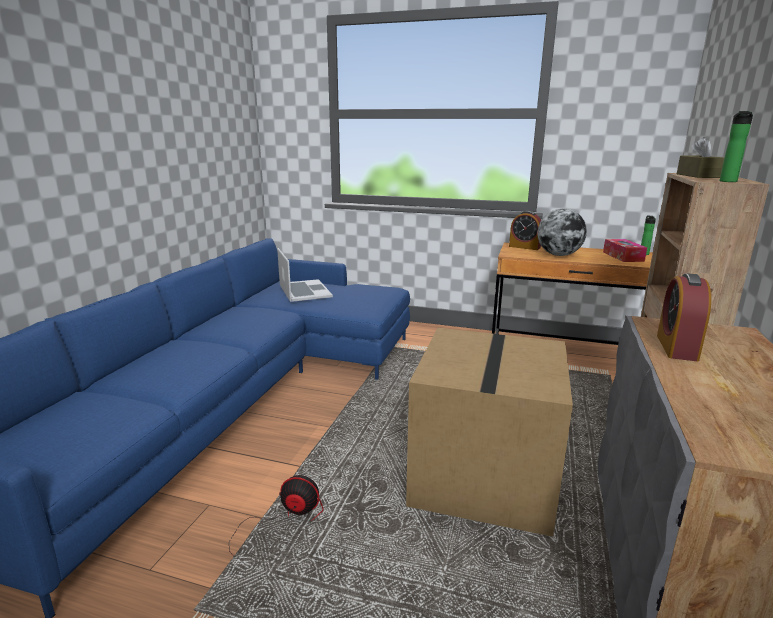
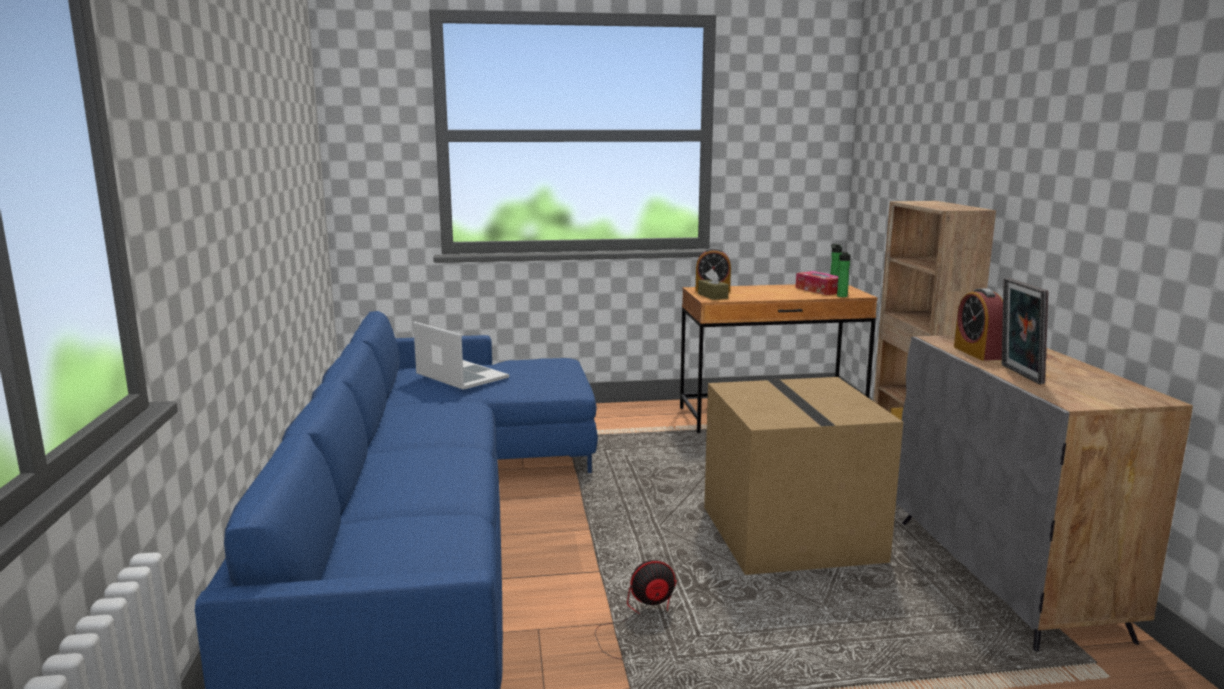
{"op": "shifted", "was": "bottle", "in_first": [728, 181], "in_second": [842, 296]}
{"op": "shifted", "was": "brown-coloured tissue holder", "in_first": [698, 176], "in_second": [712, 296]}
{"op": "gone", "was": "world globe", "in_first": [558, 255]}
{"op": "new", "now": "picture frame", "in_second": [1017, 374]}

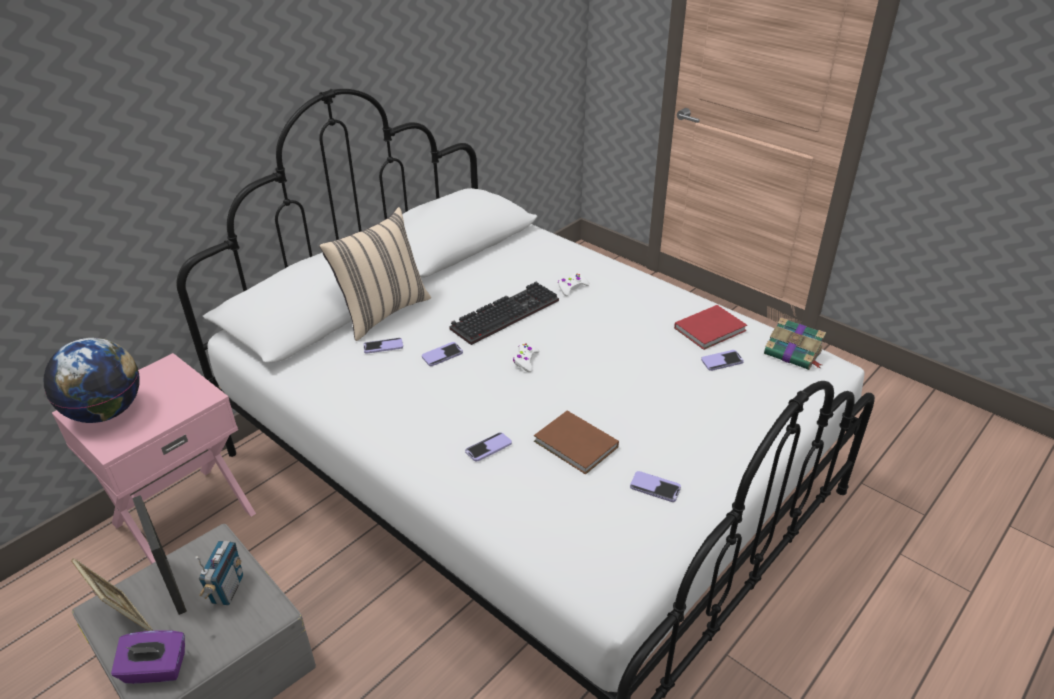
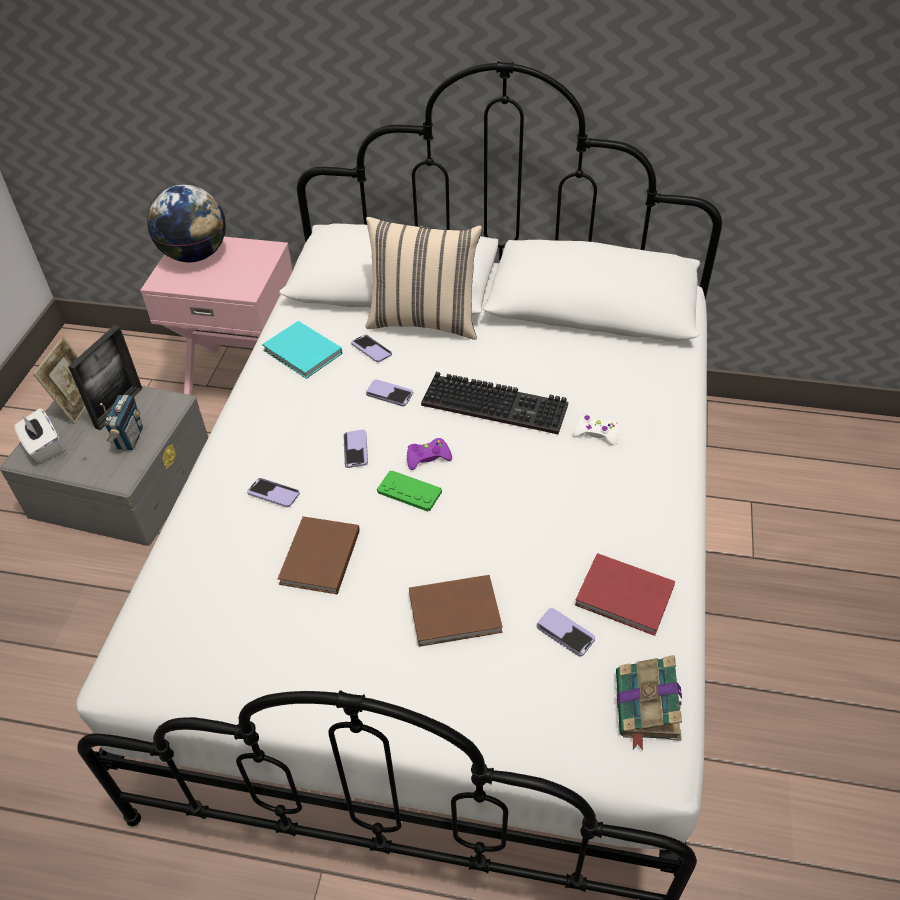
{"op": "repainted", "was": "white gamepad", "now": "purple-coloured gamepad", "in_first": [525, 360], "in_second": [428, 457]}
{"op": "shifted", "was": "telephone", "in_first": [655, 487], "in_second": [355, 450]}
{"op": "rotated", "was": "radio set", "in_first": [227, 590], "in_second": [130, 439], "clockwise": -60}
{"op": "repainted", "was": "purple-coloured tissue holder", "now": "white tissue holder", "in_first": [155, 669], "in_second": [43, 447]}
{"op": "new", "now": "turquoise-coloured volume", "in_second": [303, 353]}
{"op": "new", "now": "green gamepad", "in_second": [409, 492]}
{"op": "new", "now": "brown-coloured volume", "in_second": [457, 613]}

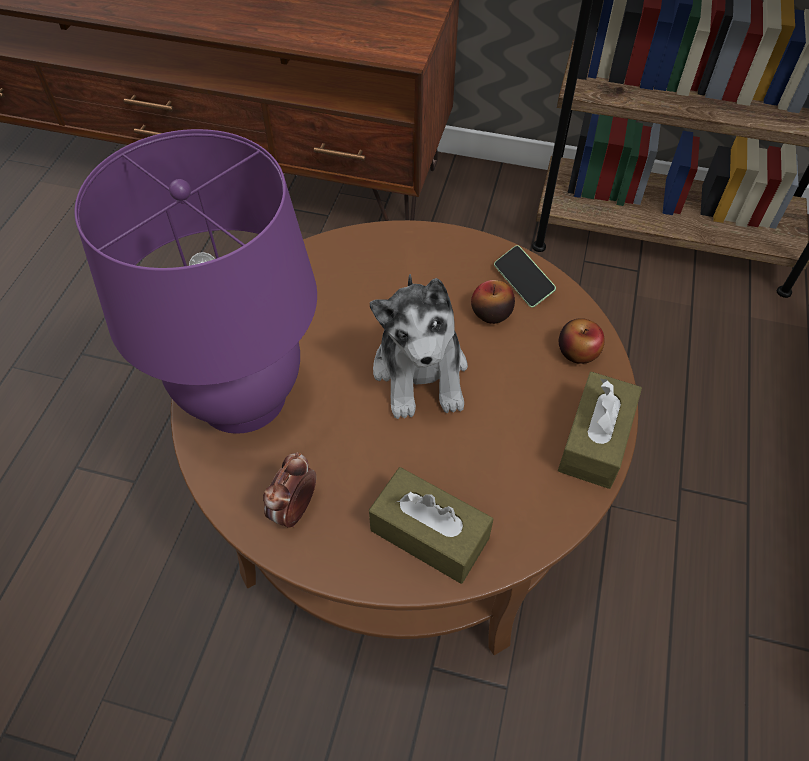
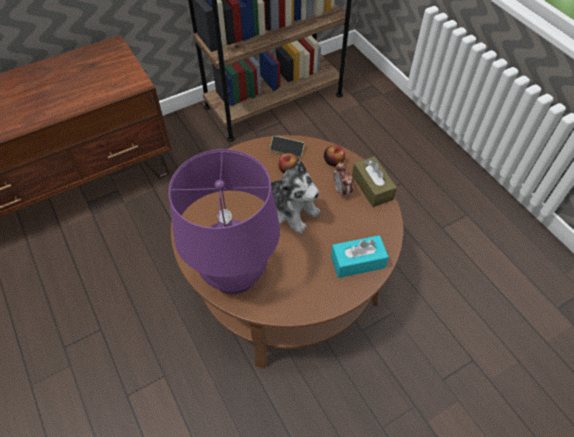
{"op": "shifted", "was": "table clock", "in_first": [294, 510], "in_second": [341, 191]}
{"op": "repainted", "was": "brown-coloured tissue holder", "now": "turquoise-coloured tissue holder", "in_first": [429, 534], "in_second": [357, 262]}

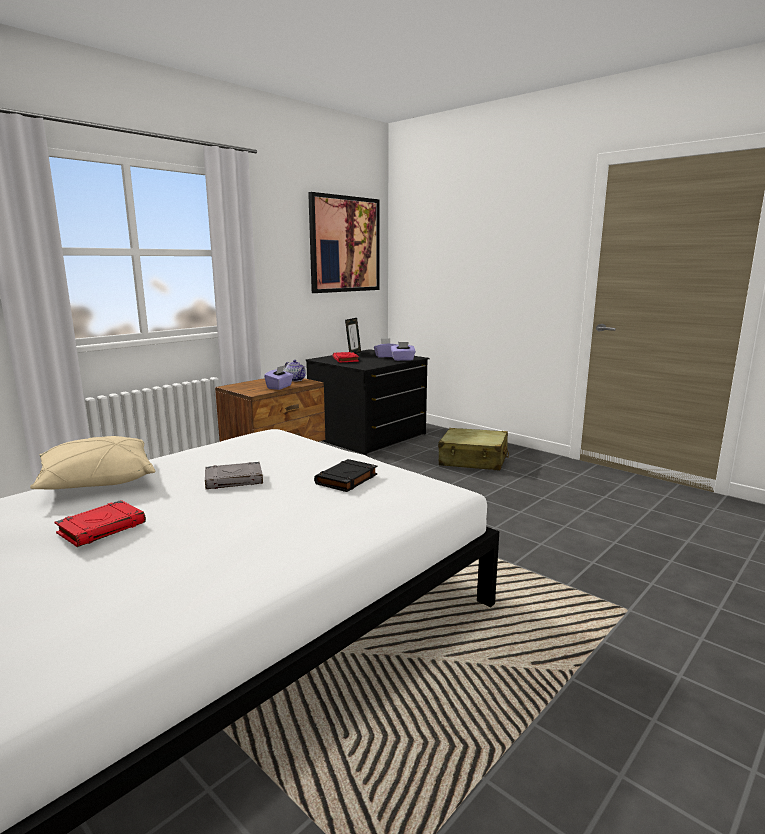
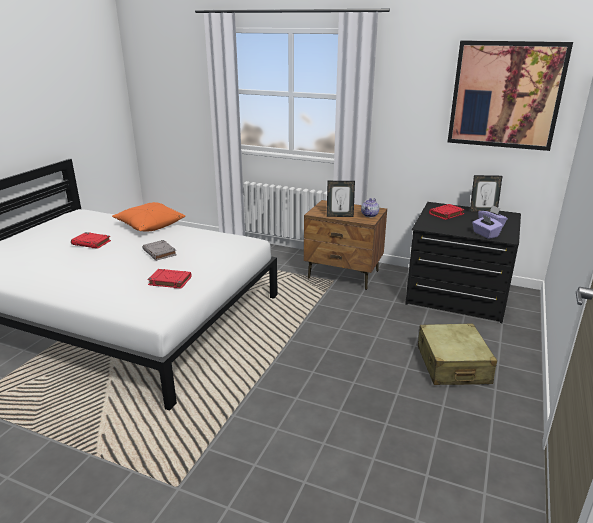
{"op": "swapped", "was": "purple-coloured tissue holder", "now": "picture frame", "in_first": [279, 387], "in_second": [339, 216]}
{"op": "repainted", "was": "beige throw pillow", "now": "orangey throw pillow", "in_first": [97, 481], "in_second": [149, 226]}
{"op": "repainted", "was": "black volume", "now": "reddish volume", "in_first": [346, 479], "in_second": [169, 281]}

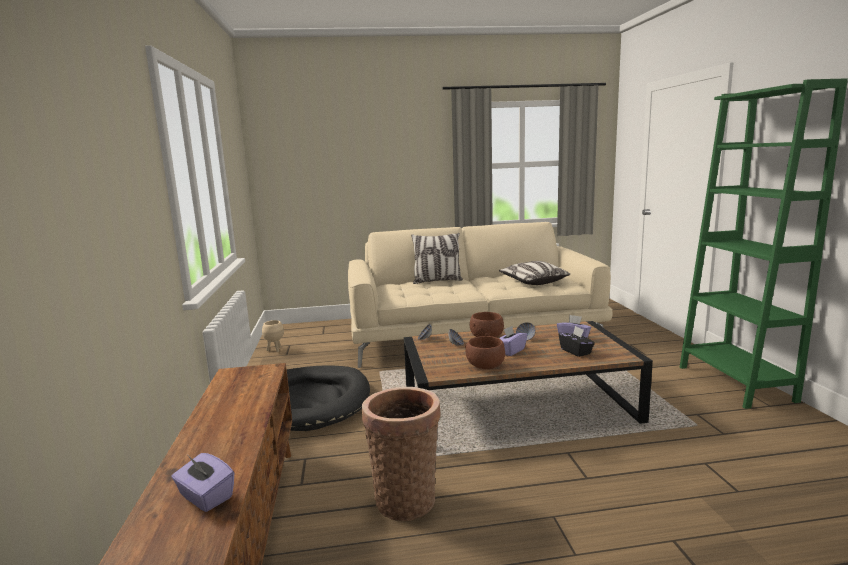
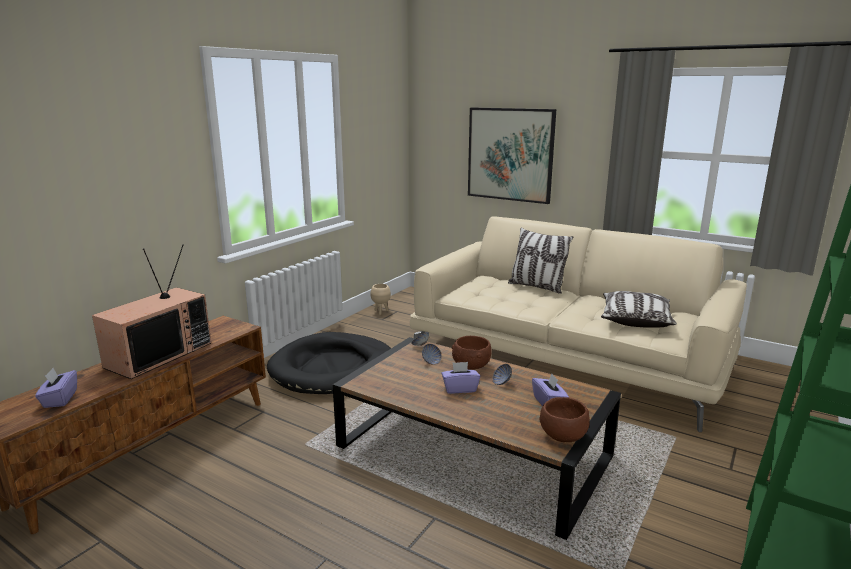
{"op": "gone", "was": "black tissue holder", "in_first": [576, 351]}
{"op": "shifted", "was": "brown-coloured serving bowl", "in_first": [485, 366], "in_second": [562, 435]}
{"op": "gone", "was": "basket", "in_first": [406, 498]}
{"op": "new", "now": "picture", "in_second": [510, 154]}
{"op": "new", "now": "TV set", "in_second": [159, 354]}

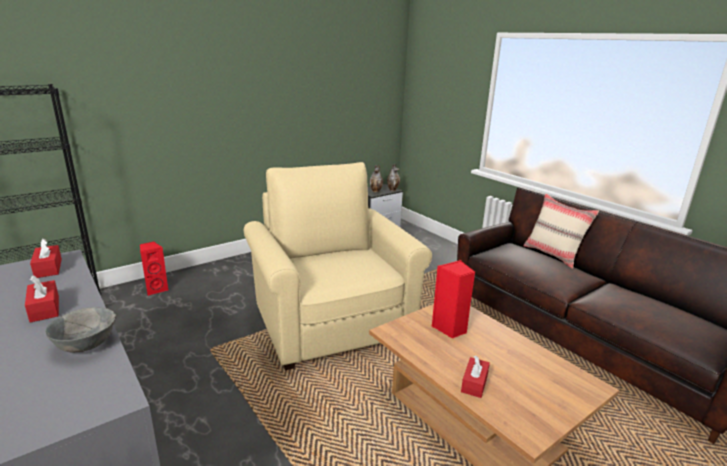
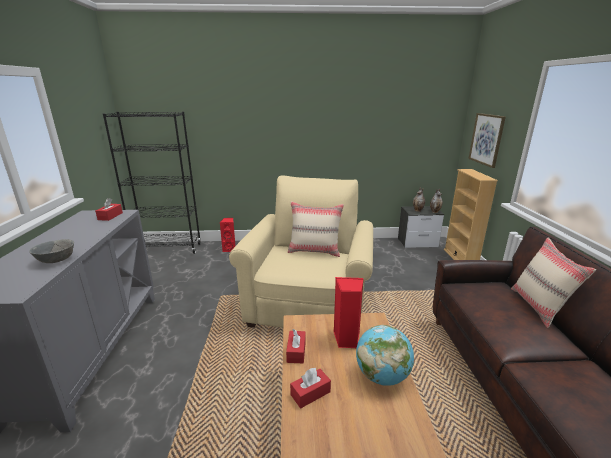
{"op": "shifted", "was": "reddish tissue holder", "in_first": [44, 309], "in_second": [296, 351]}
{"op": "new", "now": "picture", "in_second": [486, 139]}
{"op": "new", "now": "beige bookcase", "in_second": [460, 259]}
{"op": "new", "now": "beige throw pillow", "in_second": [315, 251]}
{"op": "new", "now": "world globe", "in_second": [382, 376]}

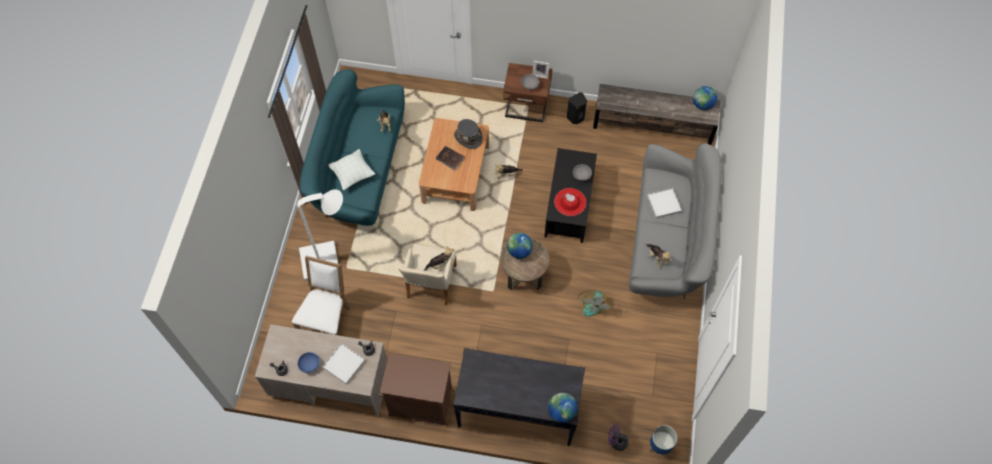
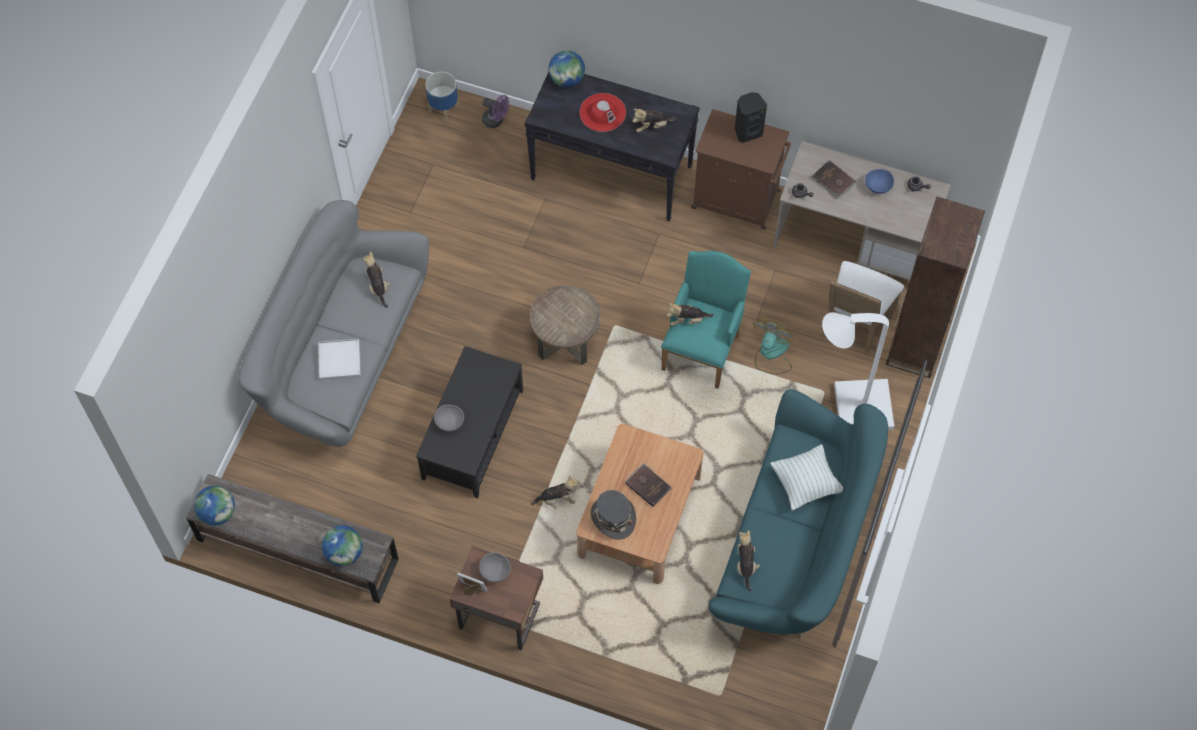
{"op": "shifted", "was": "black audio speaker", "in_first": [576, 118], "in_second": [747, 131]}
{"op": "shifted", "was": "reddish hat", "in_first": [570, 202], "in_second": [602, 112]}
{"op": "shifted", "was": "world globe", "in_first": [519, 251], "in_second": [344, 553]}
{"op": "repainted", "was": "beige lounge chair", "now": "turquoise-coloured lounge chair", "in_first": [430, 285], "in_second": [702, 347]}
{"op": "shifted", "was": "electric fan", "in_first": [593, 304], "in_second": [771, 354]}
{"op": "swapped", "was": "white tray", "now": "brown-coloured volume", "in_first": [344, 364], "in_second": [833, 181]}
{"op": "new", "now": "plush toy", "in_second": [652, 126]}
{"op": "new", "now": "brown-coloured bookcase", "in_second": [916, 344]}

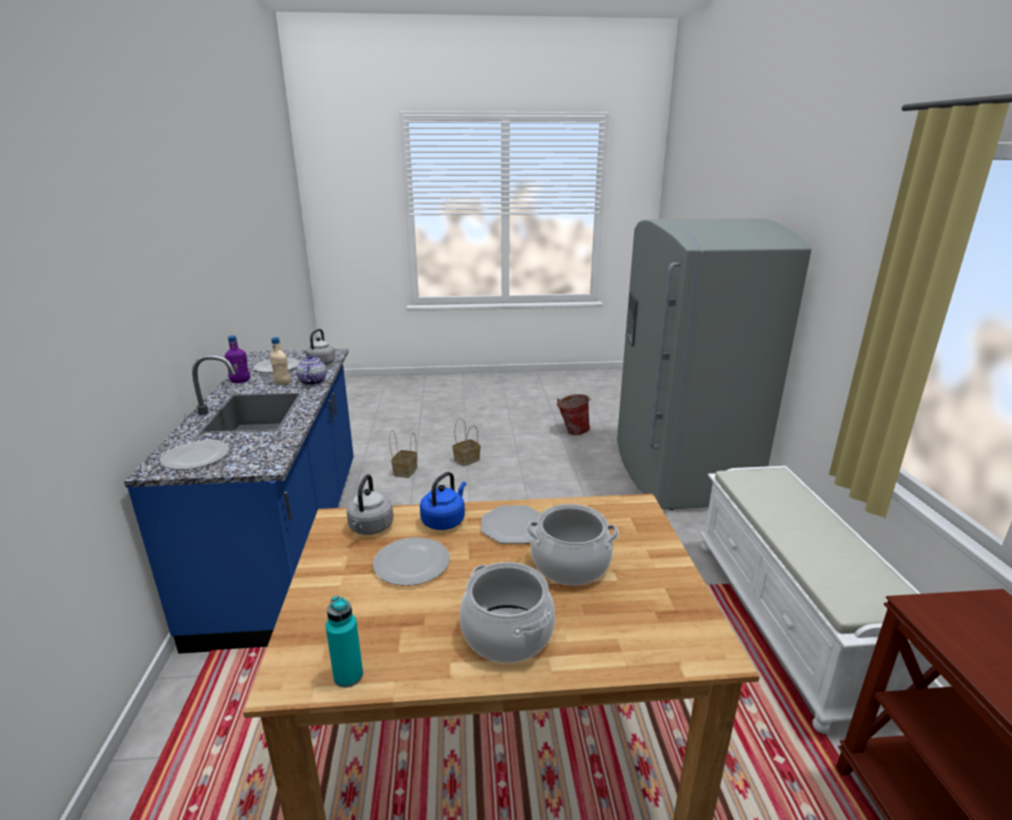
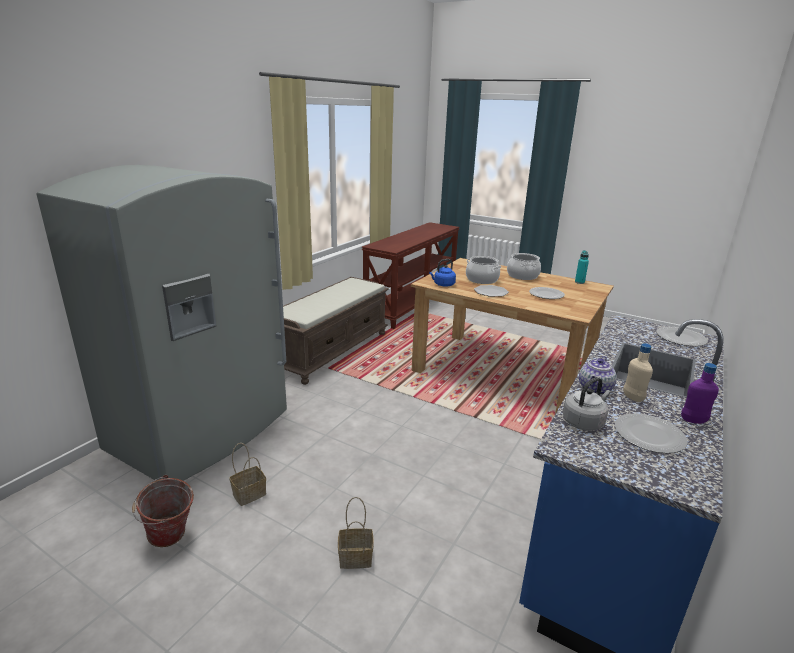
{"op": "shifted", "was": "basket", "in_first": [405, 471], "in_second": [248, 495]}
{"op": "repainted", "was": "white indoor bench", "now": "brown-coloured indoor bench", "in_first": [789, 621], "in_second": [332, 351]}
{"op": "shifted", "was": "bluish water kettle", "in_first": [444, 520], "in_second": [443, 285]}
{"op": "gone", "was": "gray water kettle", "in_first": [370, 528]}

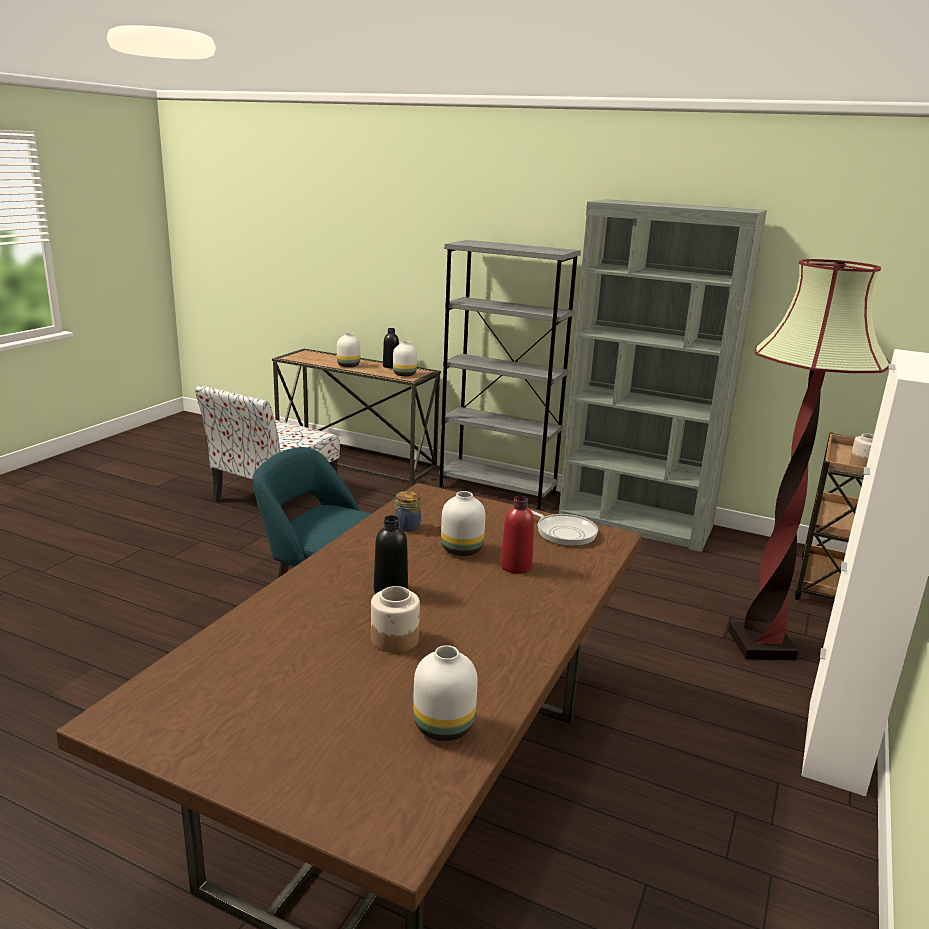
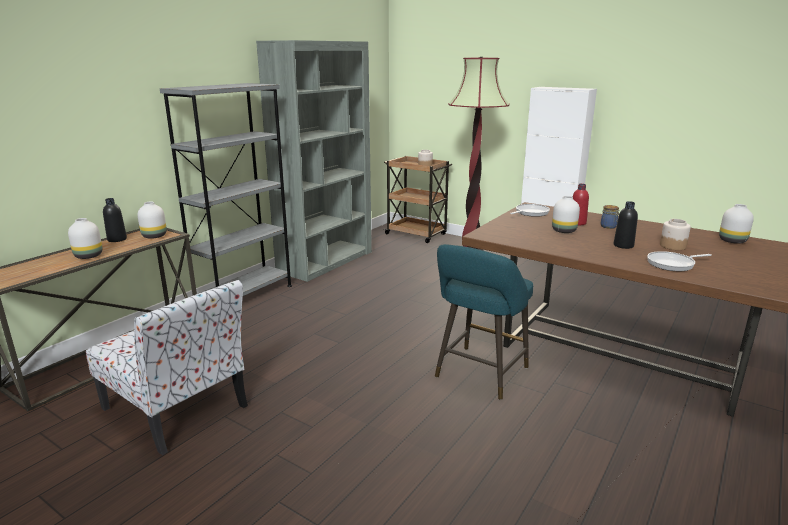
{"op": "shifted", "was": "jar", "in_first": [406, 527], "in_second": [609, 227]}
{"op": "new", "now": "frying pan", "in_second": [673, 264]}

